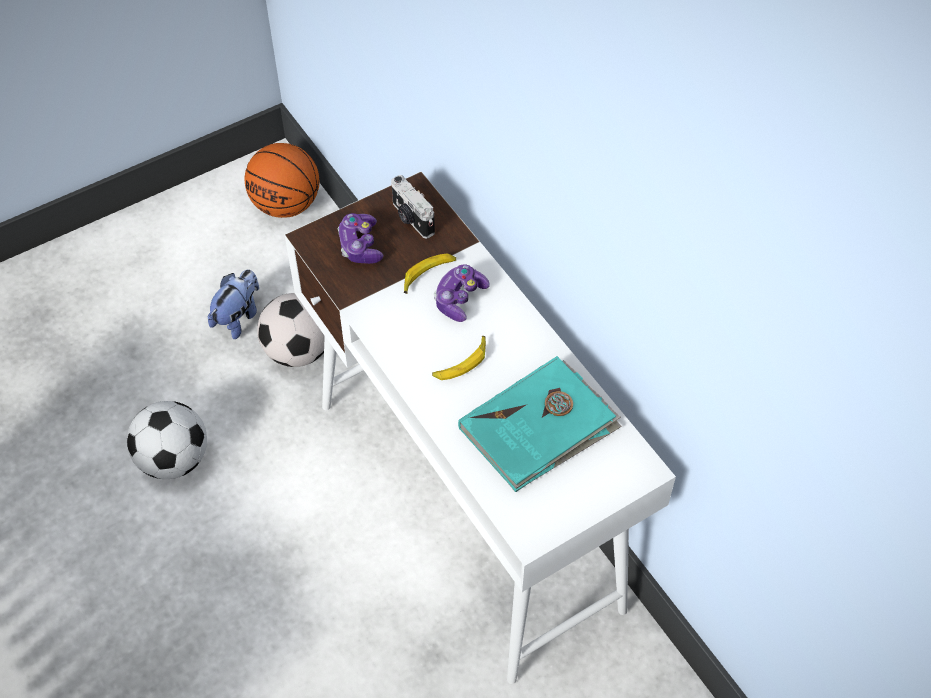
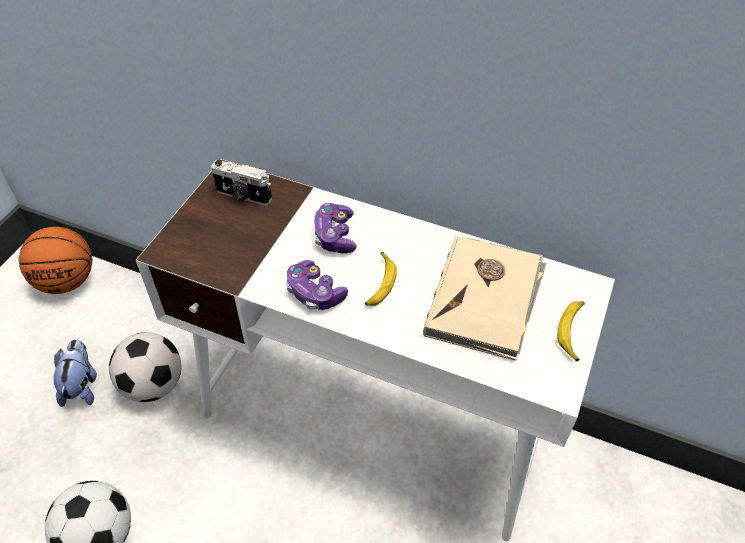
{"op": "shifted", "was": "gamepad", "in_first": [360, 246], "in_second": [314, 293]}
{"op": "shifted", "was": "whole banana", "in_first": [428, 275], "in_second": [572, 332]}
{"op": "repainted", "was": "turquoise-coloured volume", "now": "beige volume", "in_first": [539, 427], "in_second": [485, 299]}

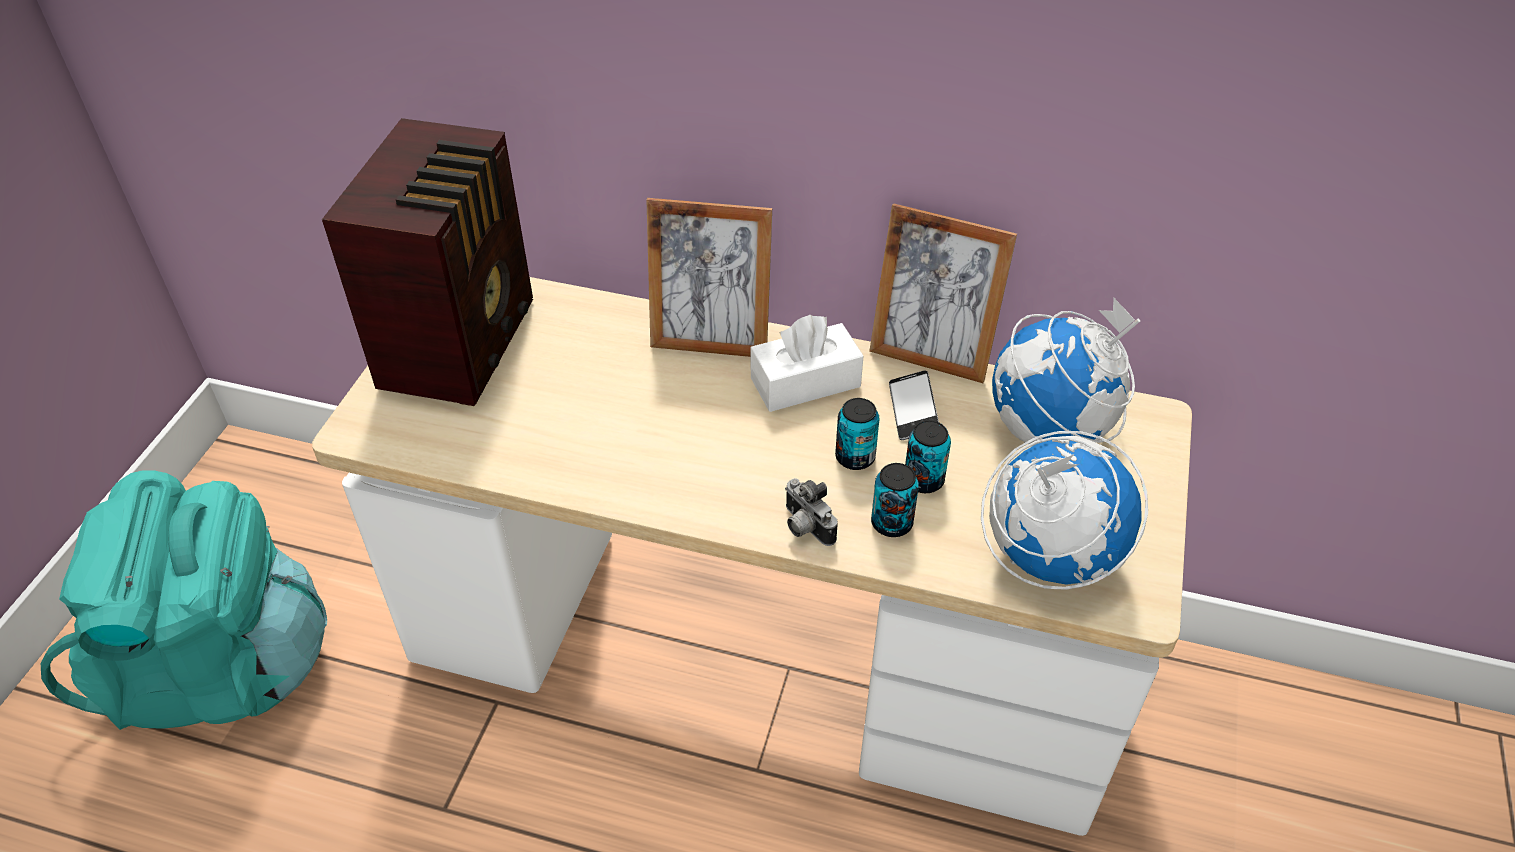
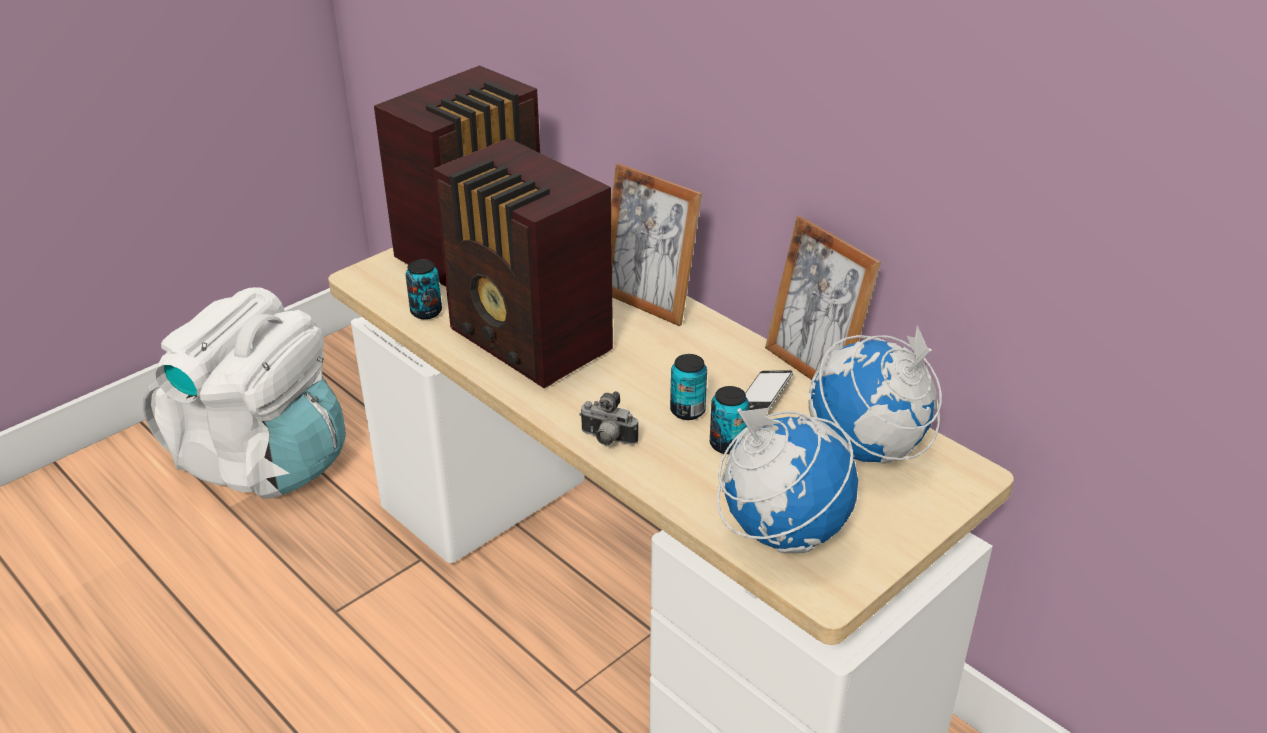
{"op": "gone", "was": "white tissue holder", "in_first": [805, 382]}
{"op": "shifted", "was": "sealed can", "in_first": [891, 523], "in_second": [426, 312]}
{"op": "repainted", "was": "turquoise-coloured rucksack", "now": "white rucksack", "in_first": [220, 667], "in_second": [263, 460]}
{"op": "rotated", "was": "photo camera", "in_first": [804, 527], "in_second": [607, 440], "clockwise": -60}
{"op": "new", "now": "radio set", "in_second": [530, 343]}

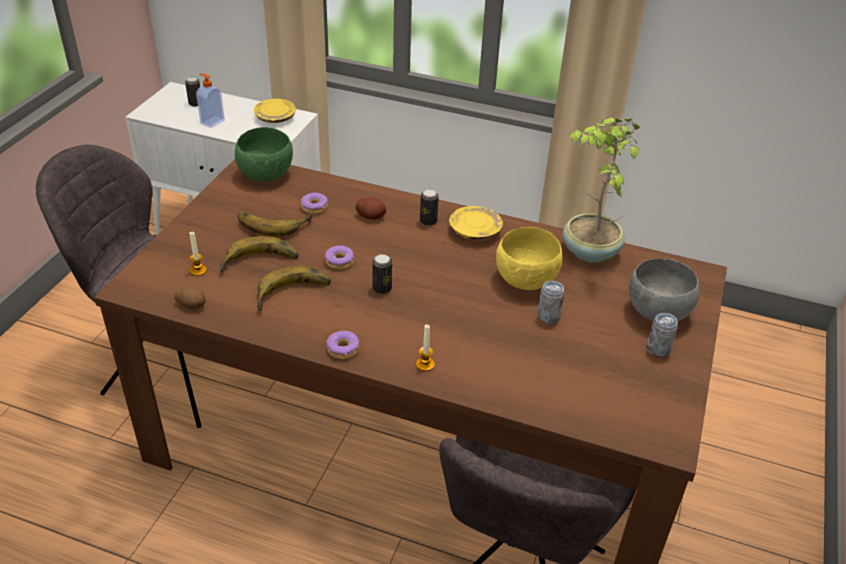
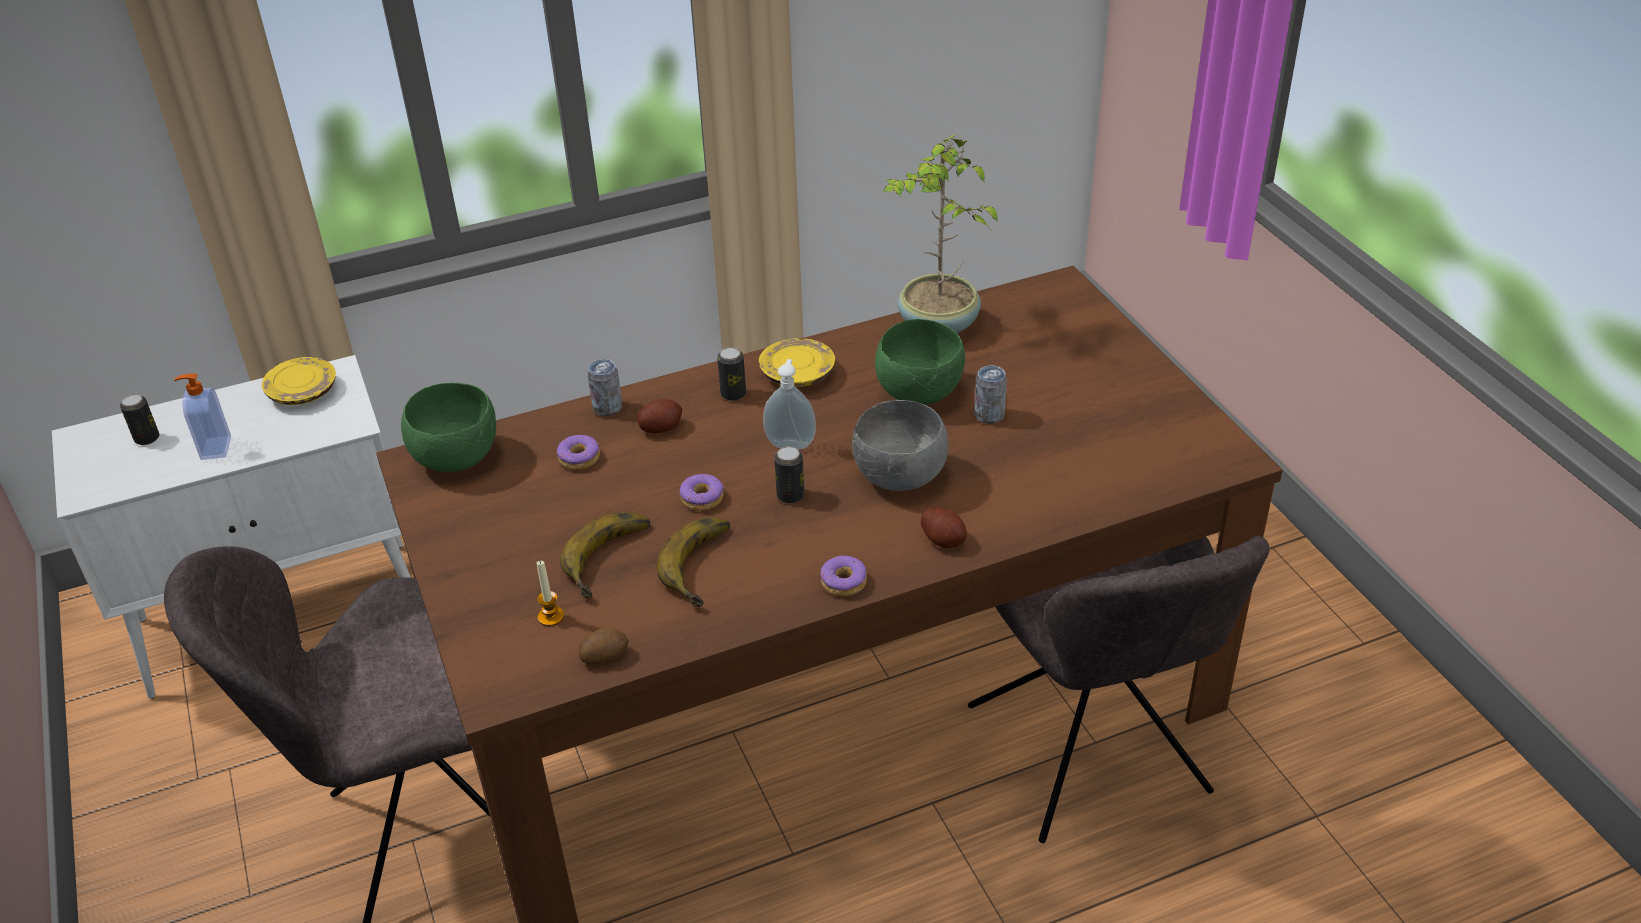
{"op": "gone", "was": "whole banana", "in_first": [273, 222]}
{"op": "repainted", "was": "yellowish serving bowl", "now": "green serving bowl", "in_first": [527, 281], "in_second": [921, 393]}
{"op": "shifted", "was": "gray serving bowl", "in_first": [656, 313], "in_second": [899, 478]}
{"op": "shifted", "was": "sealed can", "in_first": [657, 350], "in_second": [607, 408]}
{"op": "swapped", "was": "candle", "now": "spud", "in_first": [425, 364], "in_second": [943, 539]}
{"op": "new", "now": "liquid soap bottle", "in_second": [791, 443]}

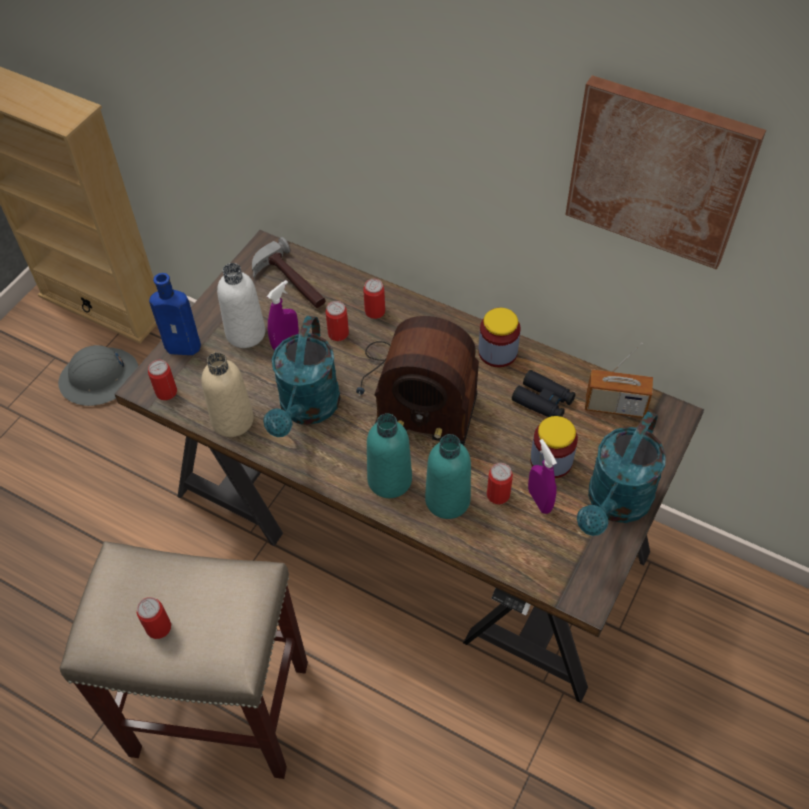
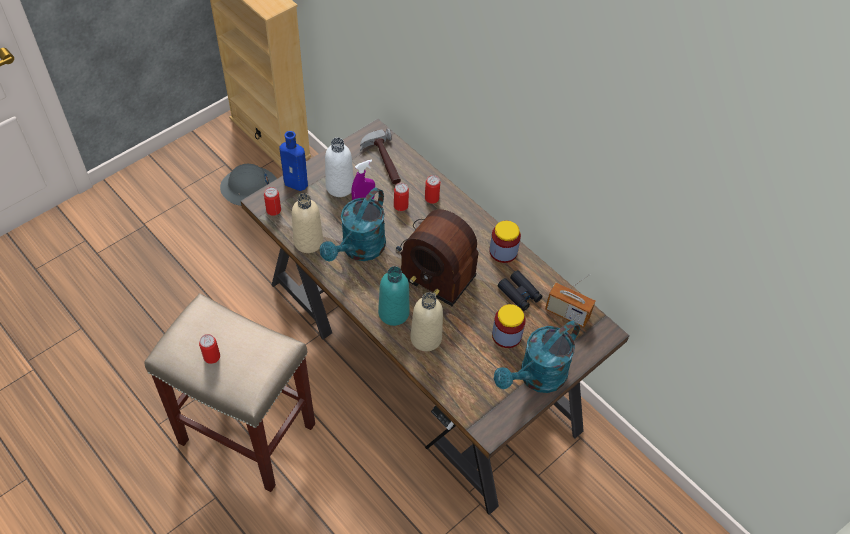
{"op": "gone", "was": "picture", "in_first": [659, 171]}
{"op": "repainted", "was": "turquoise-coloured bottle", "now": "beige bottle", "in_first": [447, 500], "in_second": [426, 338]}
{"op": "gone", "was": "purple-coloured hand sprayer", "in_first": [539, 500]}
{"op": "gone", "was": "sealed can", "in_first": [498, 495]}

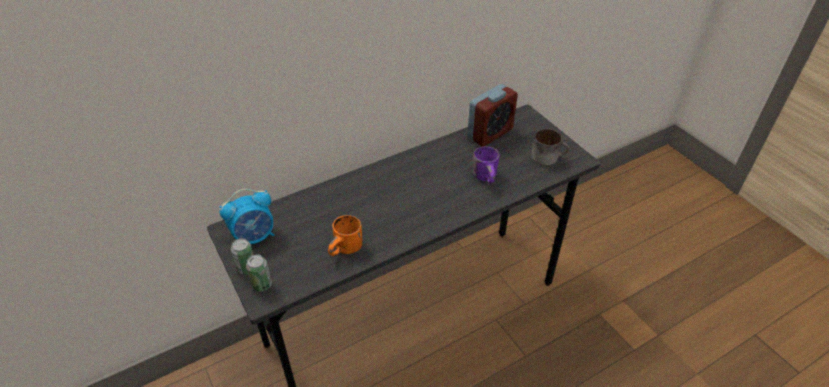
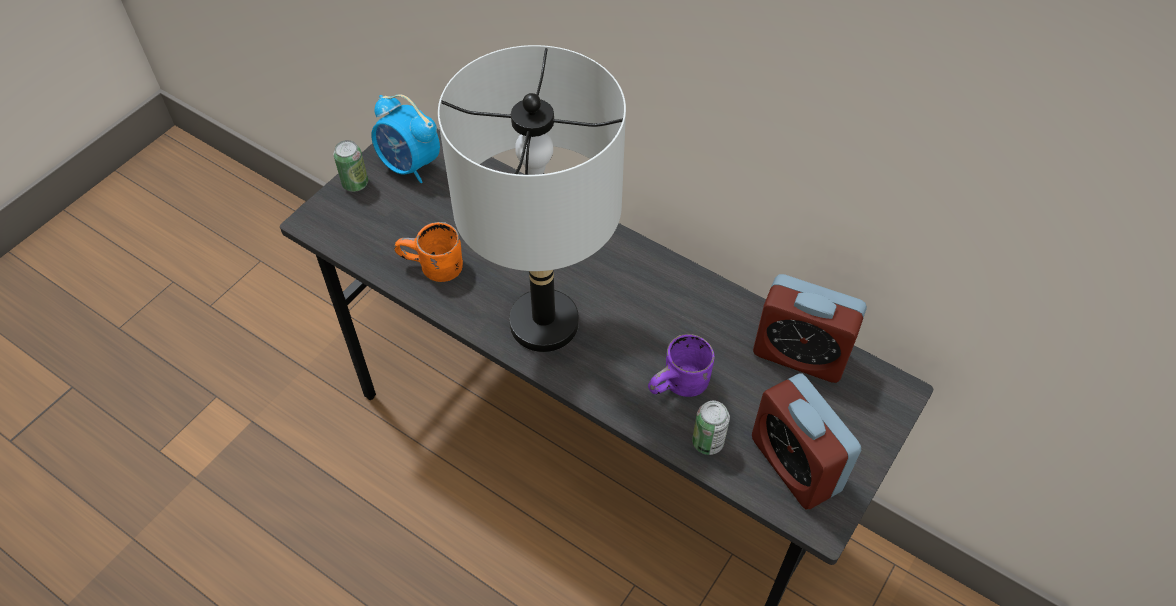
{"op": "swapped", "was": "tea mug", "now": "table clock", "in_first": [548, 156], "in_second": [795, 464]}
{"op": "shifted", "was": "sealed can", "in_first": [262, 285], "in_second": [707, 442]}
{"op": "new", "now": "gray table lamp", "in_second": [543, 323]}

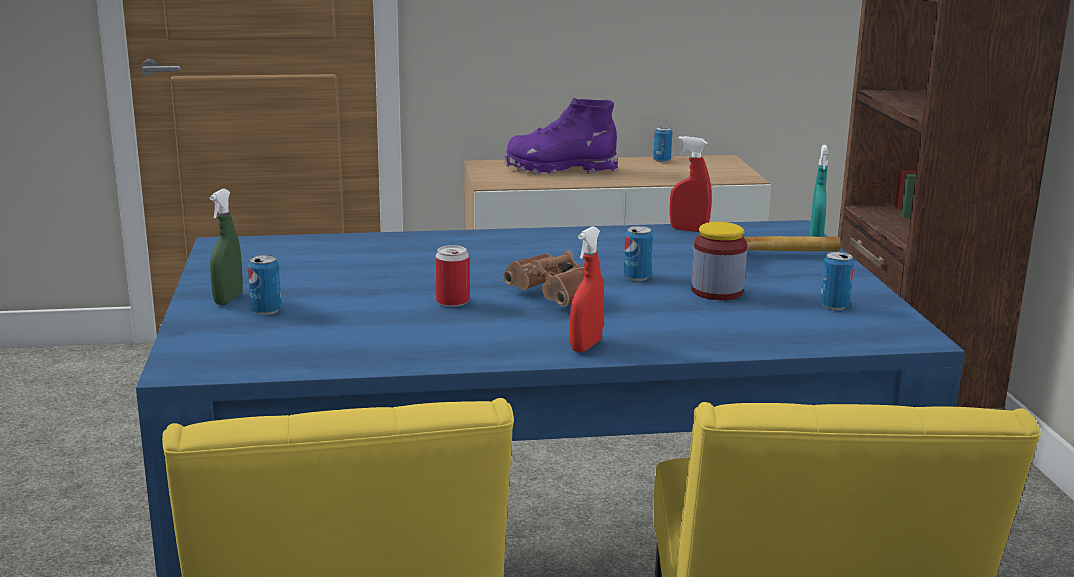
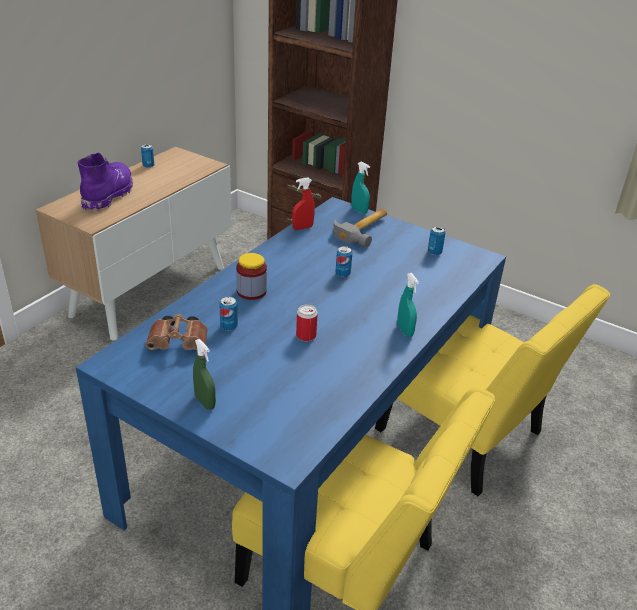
{"op": "rotated", "was": "purple-coloured high-top boot", "in_first": [560, 169], "in_second": [108, 195], "clockwise": 150}
{"op": "shifted", "was": "jar", "in_first": [717, 291], "in_second": [251, 291]}
{"op": "repainted", "was": "reddish hand sprayer", "now": "turquoise-coloured hand sprayer", "in_first": [586, 346], "in_second": [405, 331]}
{"op": "shifted", "was": "brown-coloured field glasses", "in_first": [556, 297], "in_second": [180, 343]}
{"op": "shifted", "was": "sealed can", "in_first": [266, 310], "in_second": [229, 326]}

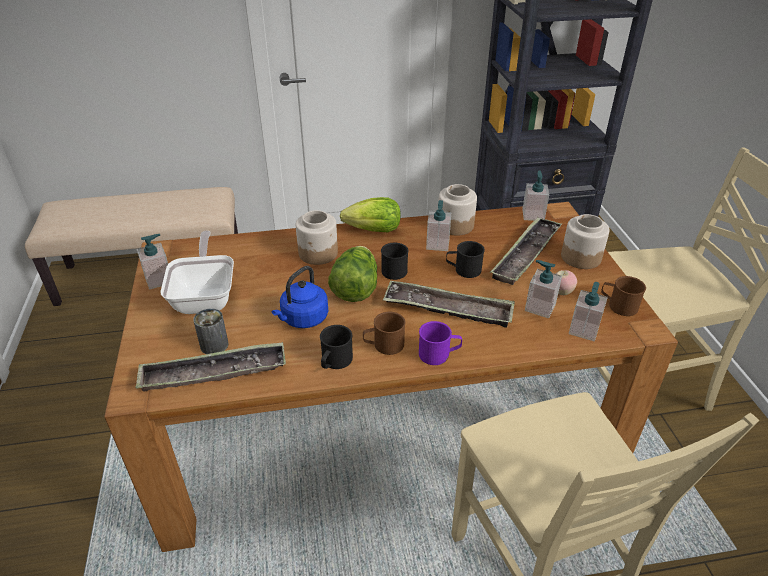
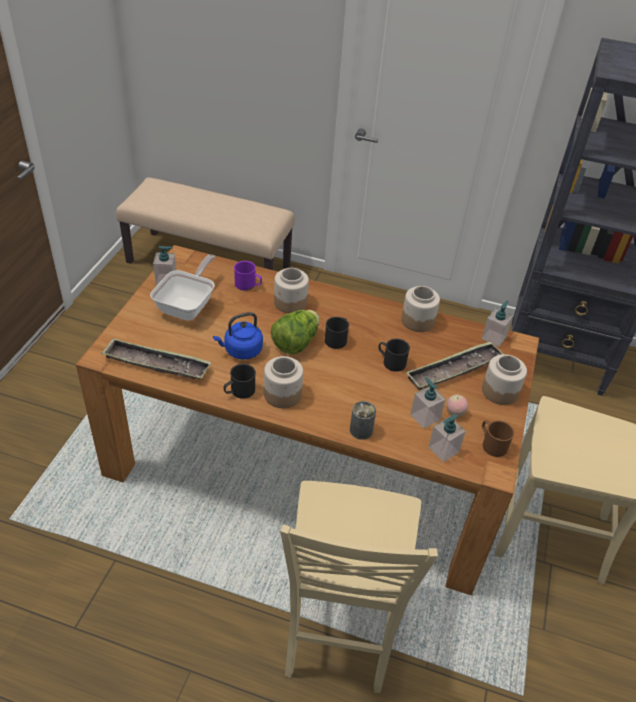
{"op": "gone", "was": "lettuce head", "in_first": [374, 230]}
{"op": "gone", "was": "liquid soap bottle", "in_first": [437, 244]}
{"op": "gone", "was": "tray", "in_first": [448, 309]}
{"op": "shifted", "was": "sealed can", "in_first": [214, 345], "in_second": [361, 430]}
{"op": "swapped", "was": "brown-coloured tea mug", "now": "jar", "in_first": [384, 345], "in_second": [282, 394]}
{"op": "shifted", "was": "purple-coloured tea mug", "in_first": [439, 354], "in_second": [248, 285]}

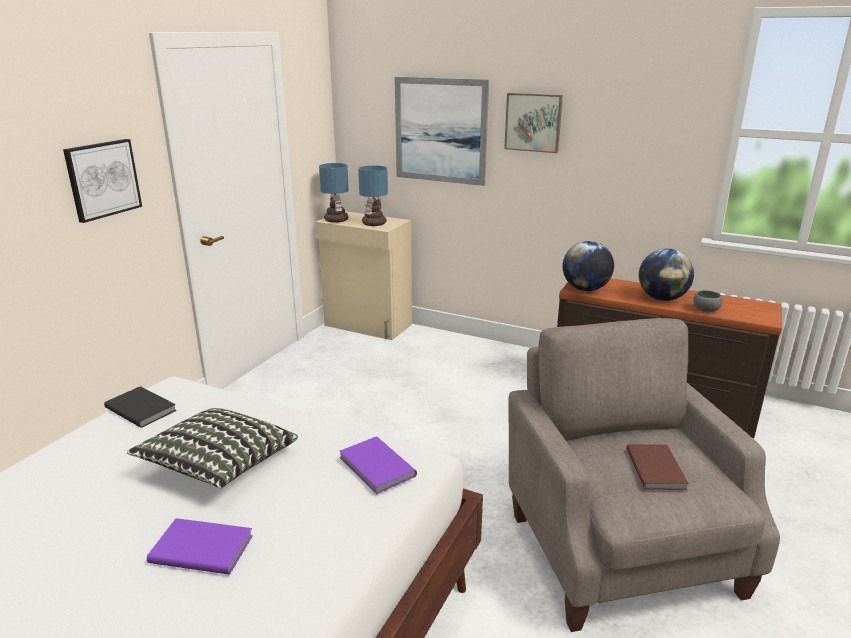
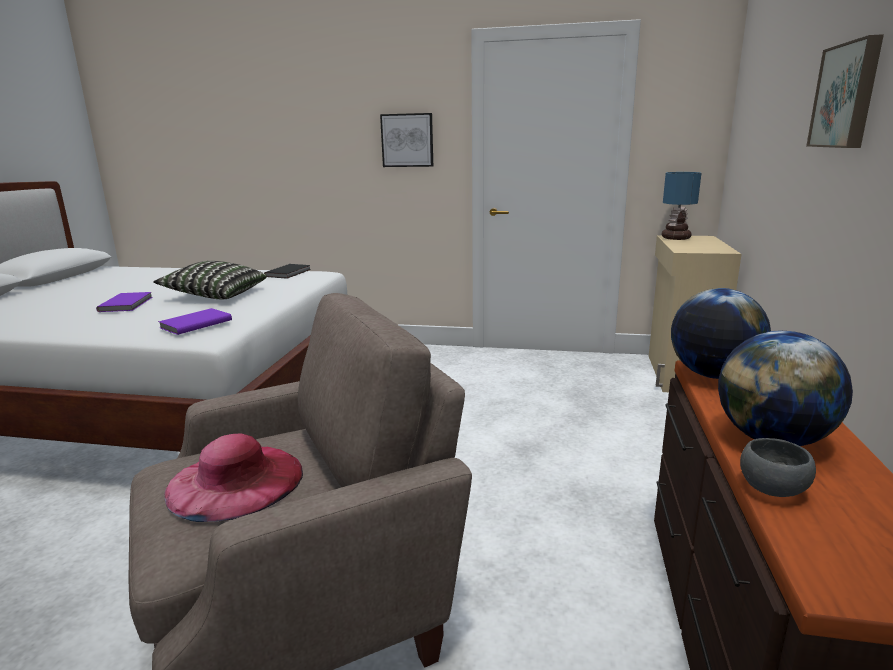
{"op": "gone", "was": "picture", "in_first": [440, 131]}
{"op": "gone", "was": "table lamp", "in_first": [374, 223]}
{"op": "swapped", "was": "brown-coloured volume", "now": "pinkish hat", "in_first": [656, 468], "in_second": [235, 481]}

